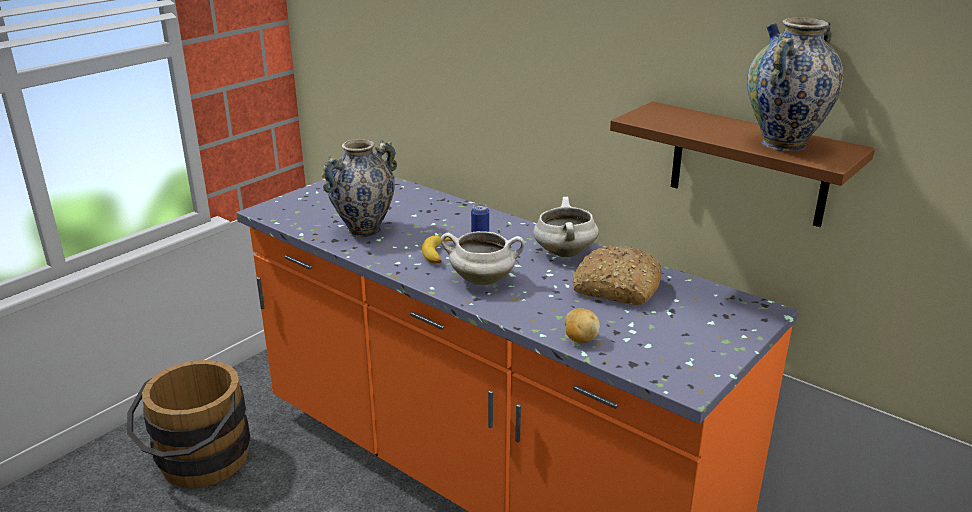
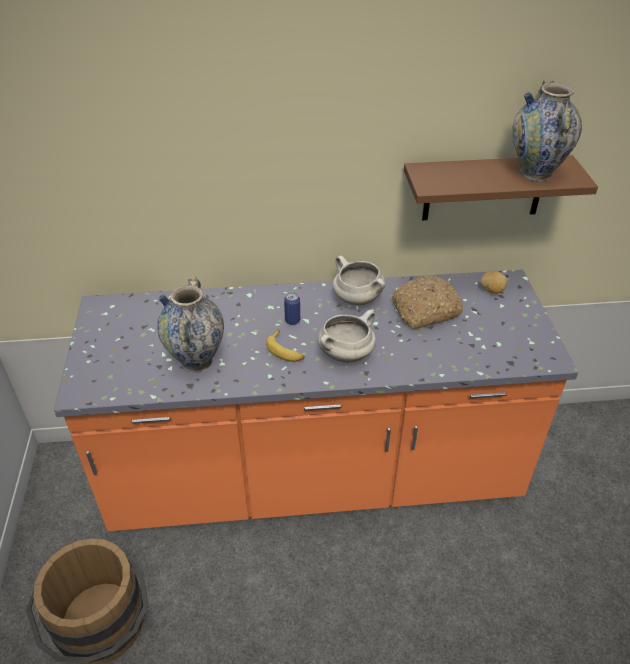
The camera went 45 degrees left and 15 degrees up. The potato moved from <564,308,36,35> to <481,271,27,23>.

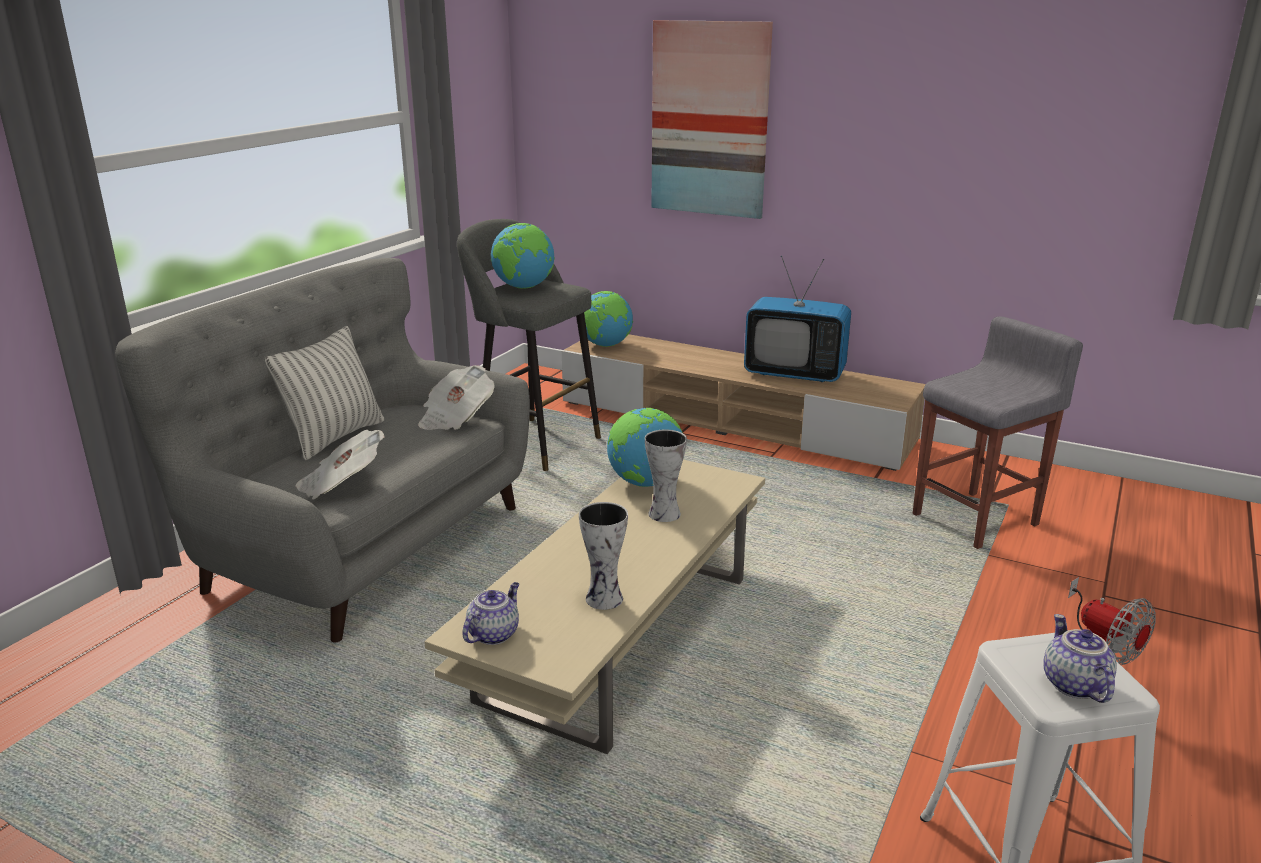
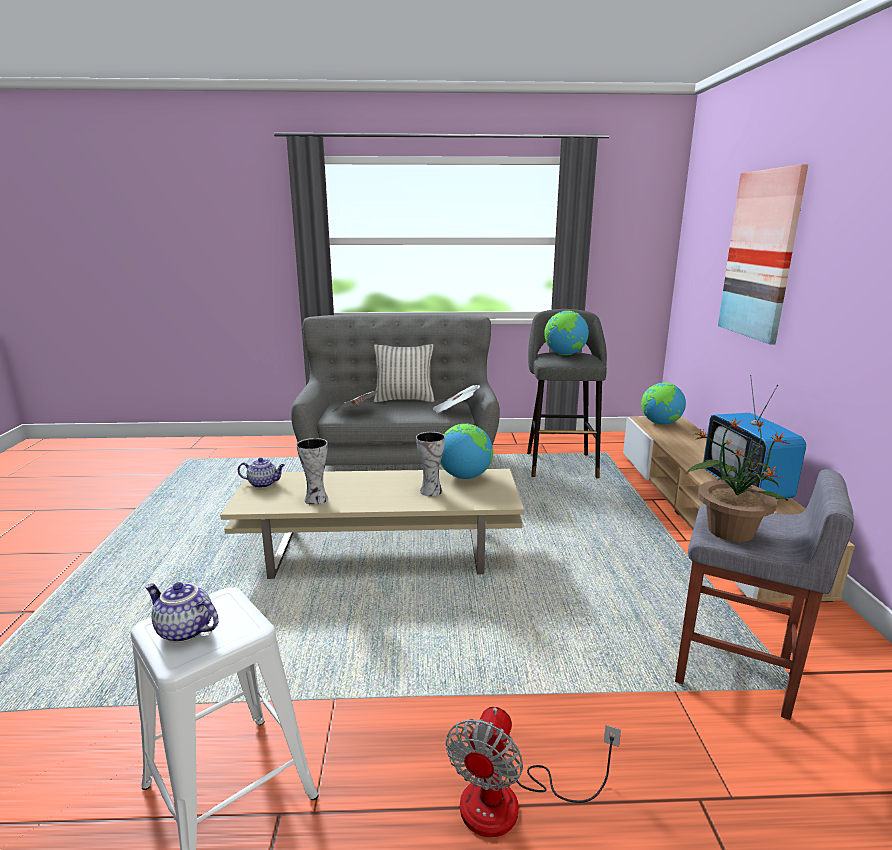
The camera went 60 degrees right and 5 degrees down. The teapot at <1043,614,74,89> turned 120 degrees counterclockwise. The potted plant at <687,417,103,125> appeared.

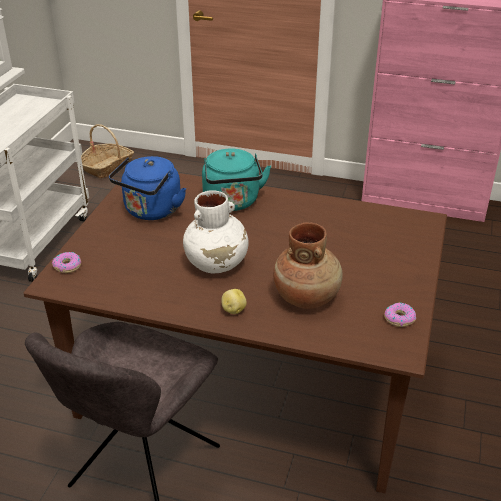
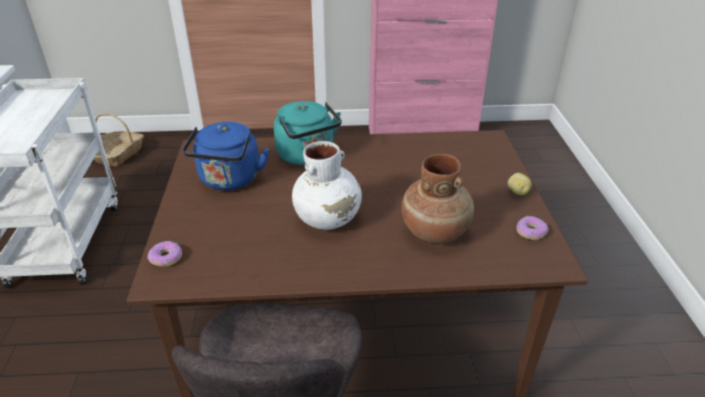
The camera went 20 degrees left and 0 degrees up. The potato moved from <222,289,25,25> to <508,173,24,22>.

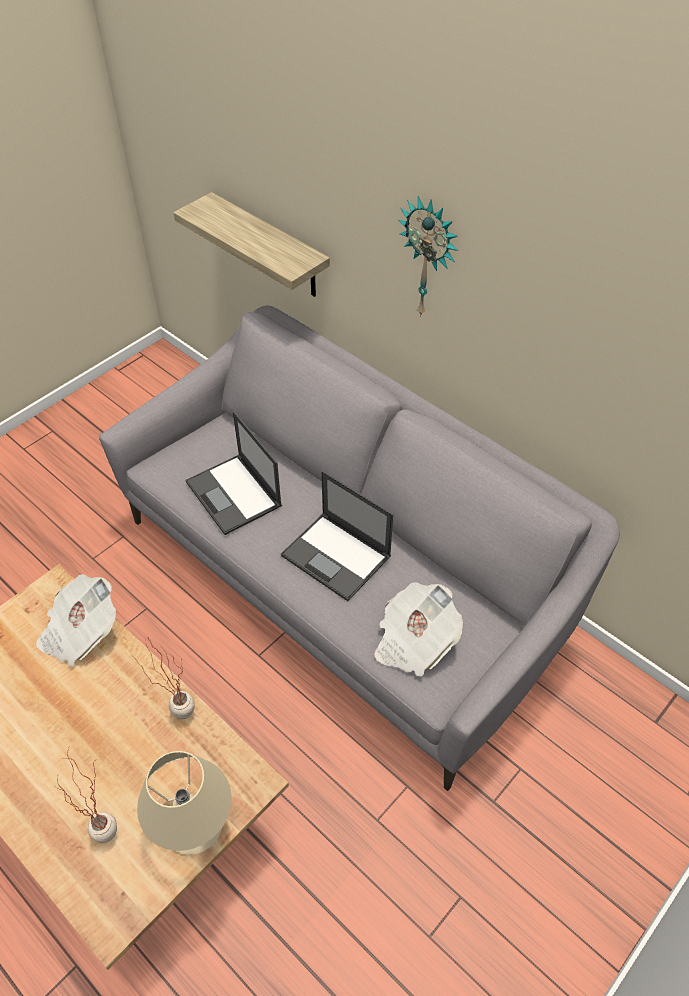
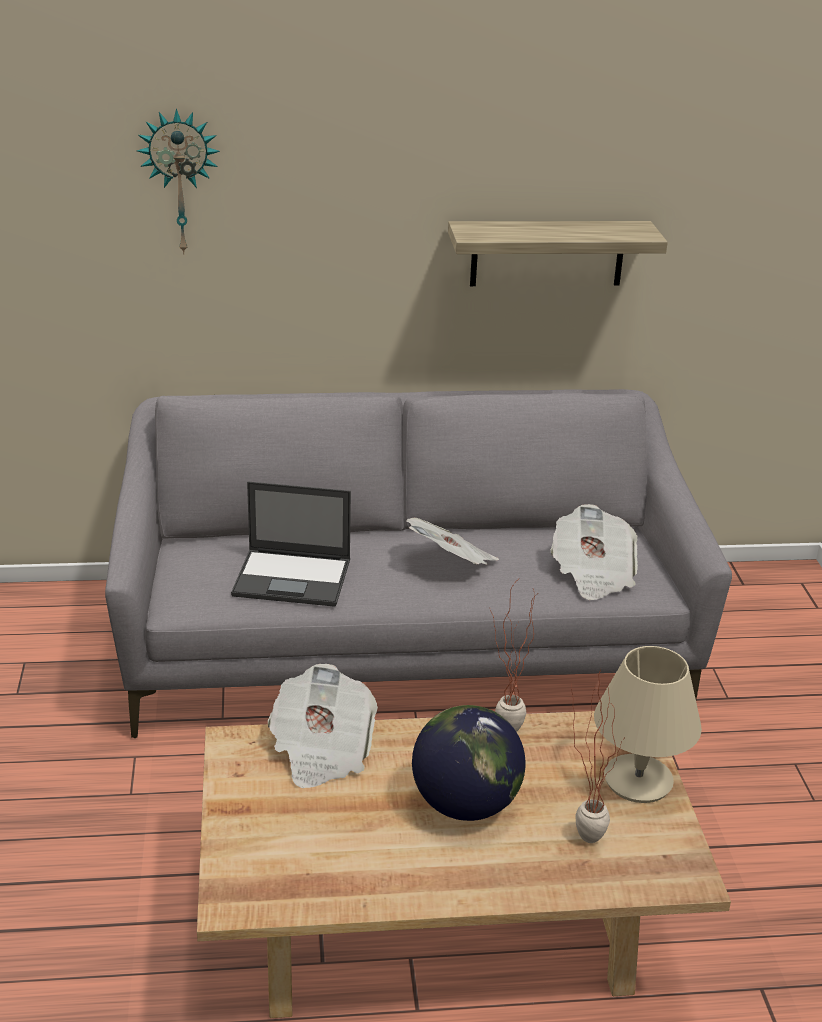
The camera went 50 degrees left and 20 degrees down. The wall clock moved from <398,196,61,121> to <137,108,83,147>. The laptop at <281,471,112,130> was replaced by the newspaper at <406,518,93,47>. The globe at <412,705,114,116> appeared. The shelf moved from <173,192,157,105> to <448,221,220,65>.

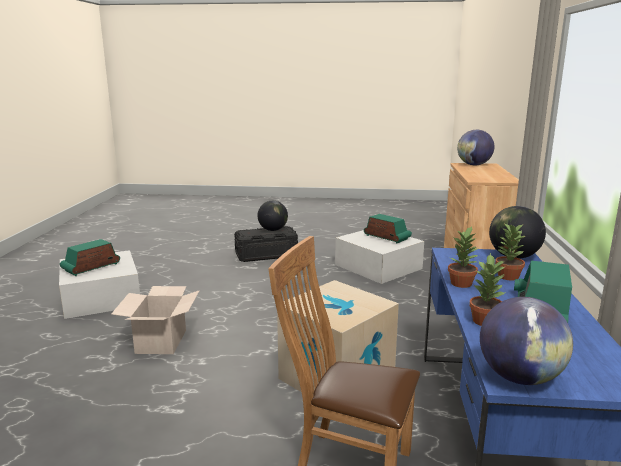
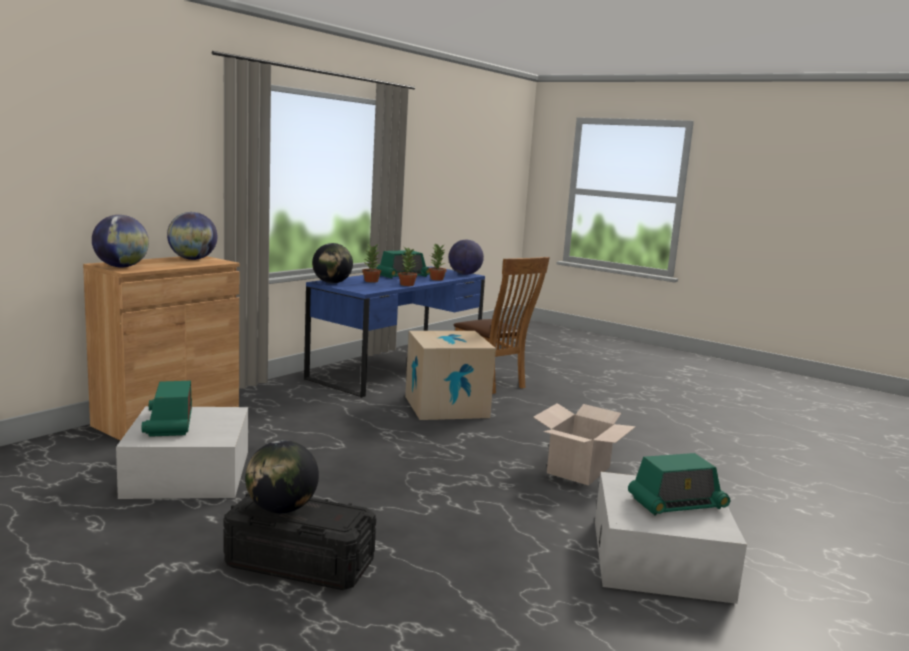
The camera went 150 degrees left and 5 degrees down. The globe at <167,212,50,48> appeared.

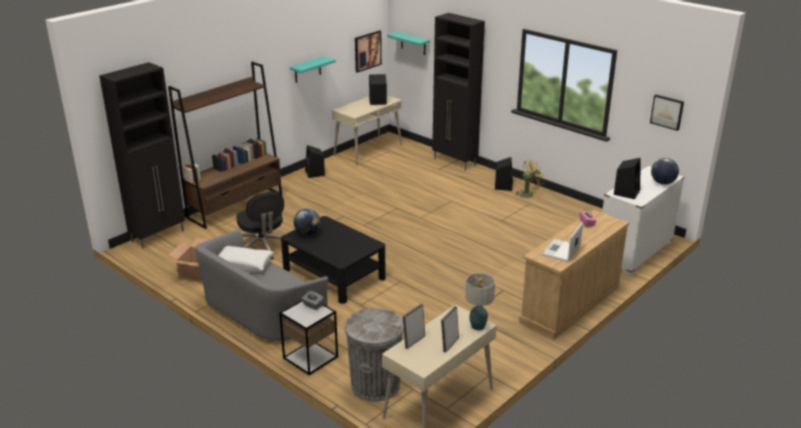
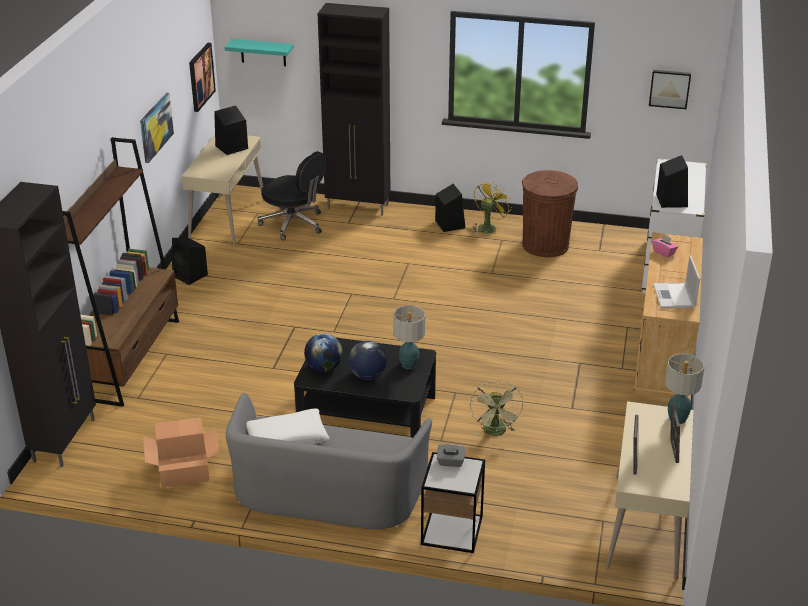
The camera went 30 degrees left and 5 degrees up. The turquoise shelf at <290,56,46,27> was replaced by the picture at <140,93,34,70>. The black office chair moved from <236,191,48,69> to <258,151,68,90>. The globe moved from <651,158,28,27> to <348,341,39,39>. The table lamp at <393,305,32,64> appeared. The green fan at <470,381,53,55> appeared. The brown trash can at <522,170,56,87> appeared. The grey trash can at <344,308,60,94> disappeared.

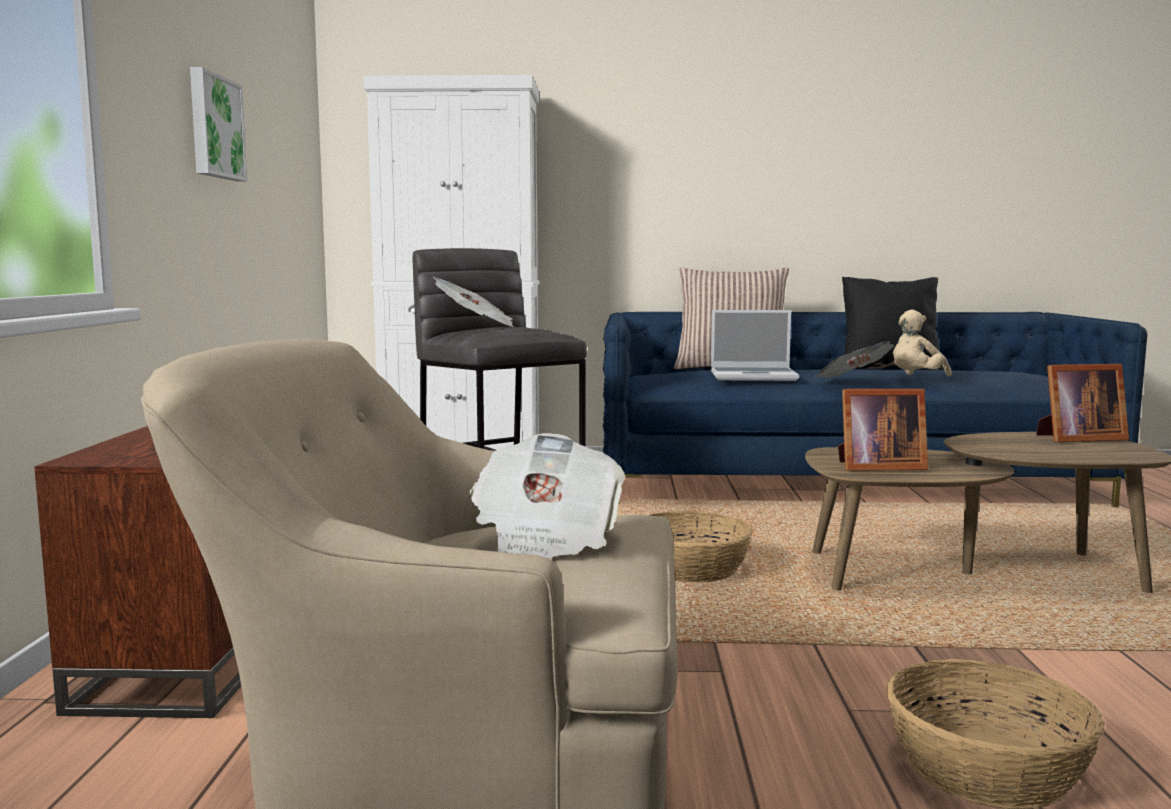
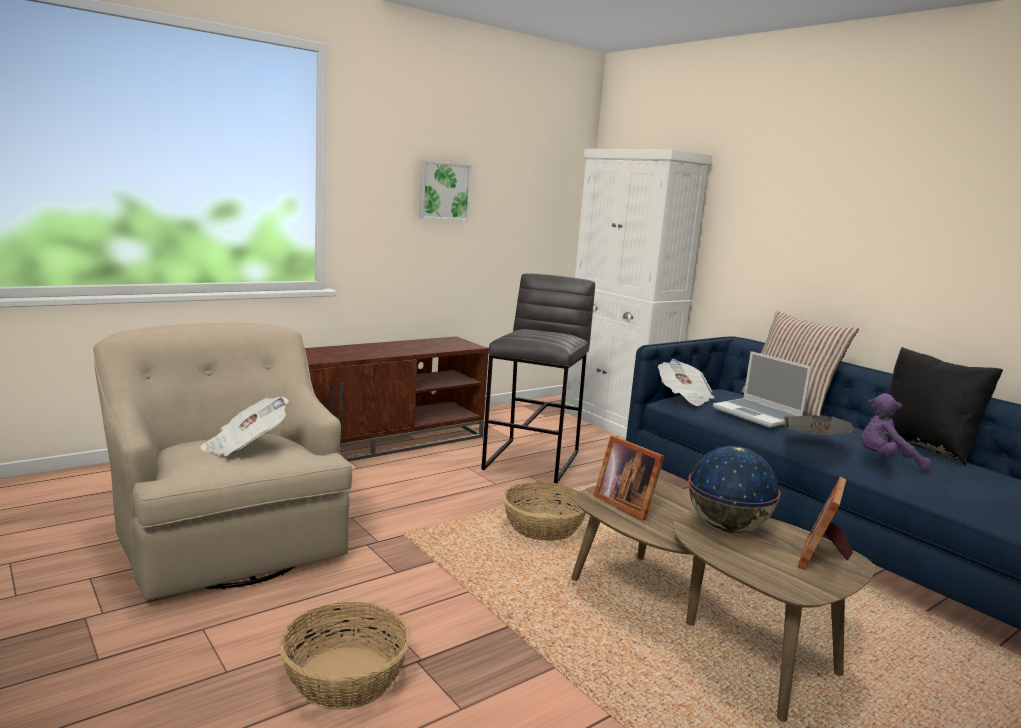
The camera went 50 degrees right and 5 degrees up. The newspaper moved from <433,277,81,50> to <658,359,57,47>. The globe at <688,446,93,87> appeared. The picture frame at <1036,364,93,78> turned 75 degrees clockwise. The beige plush toy at <893,310,59,67> became the purple plush toy at <861,393,70,78>.

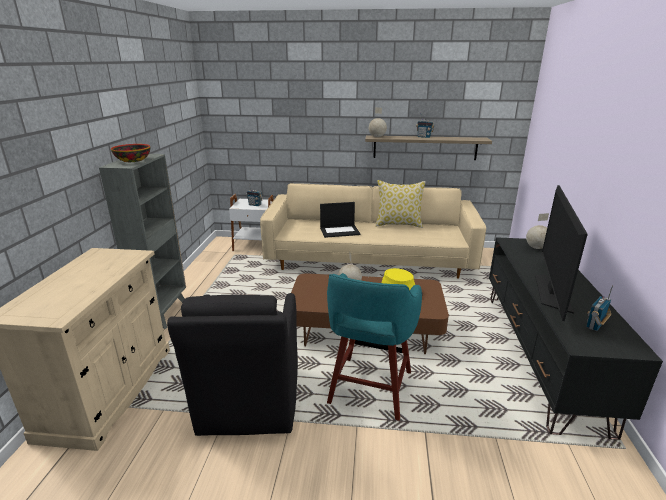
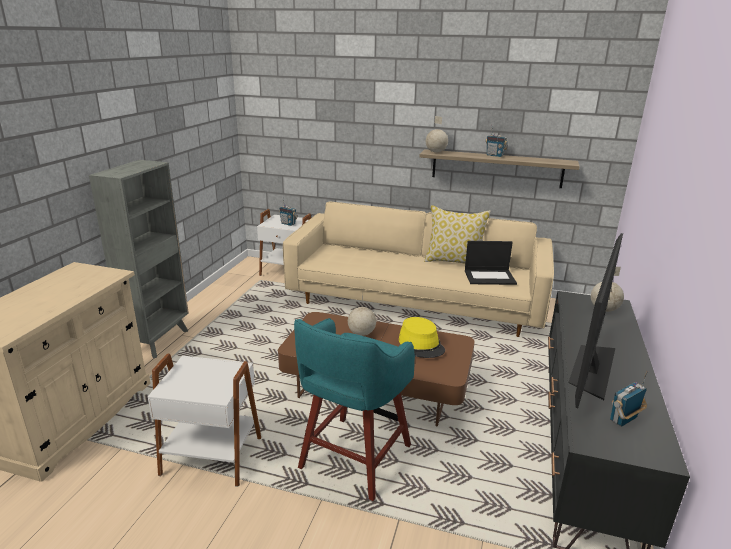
The camera went 10 degrees right and 0 degrees up. The black armchair at <167,293,131,143> was replaced by the white side table at <148,354,113,133>. The laptop moved from <320,202,40,36> to <465,241,52,44>. The bowl at <111,144,39,18> disappeared.

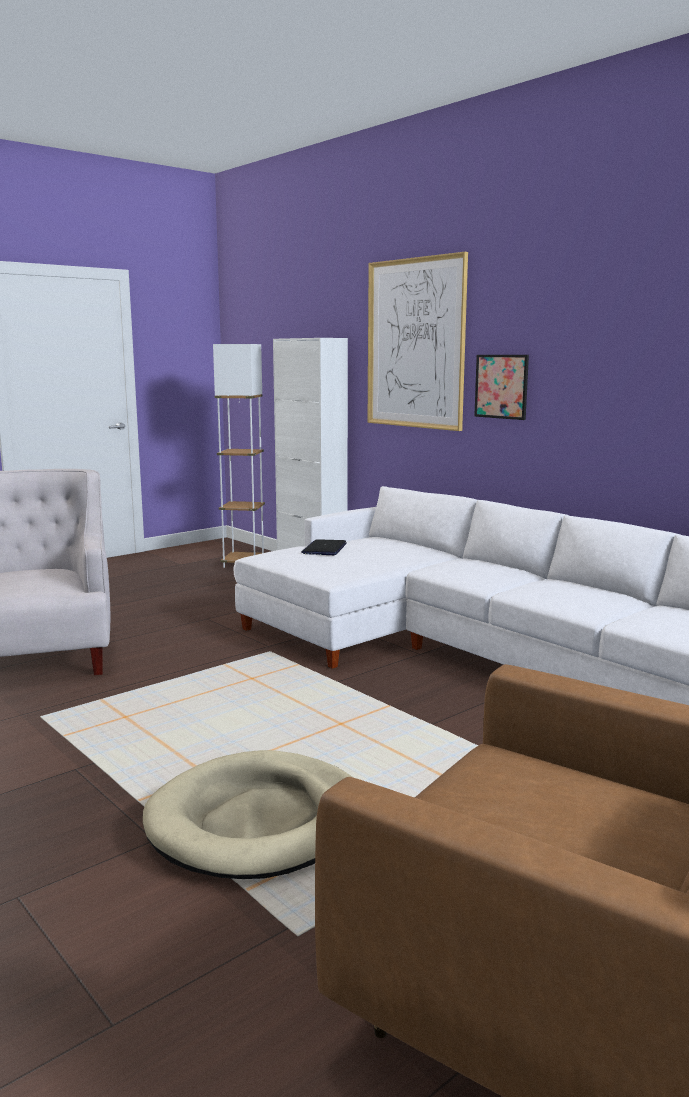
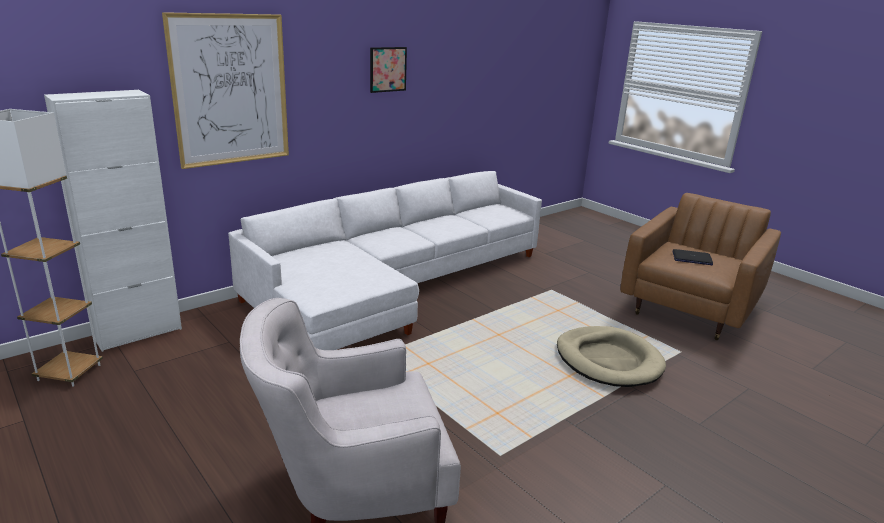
The camera went 90 degrees left and 10 degrees up. The picture moved from <474,355,55,65> to <370,47,37,46>. The laptop moved from <301,539,46,16> to <673,249,40,16>.

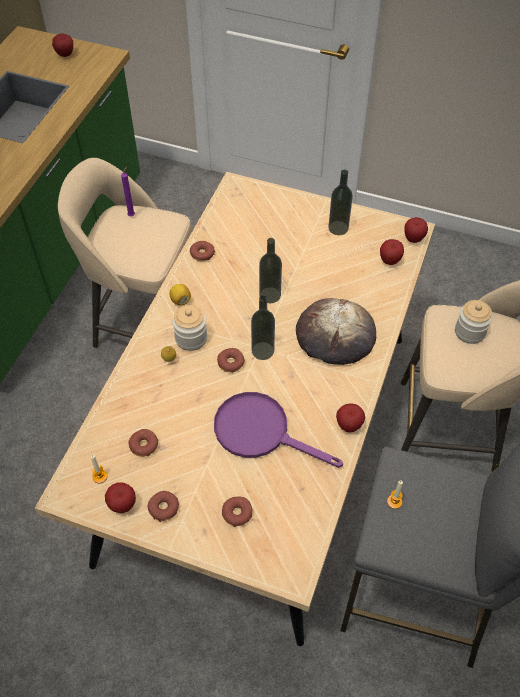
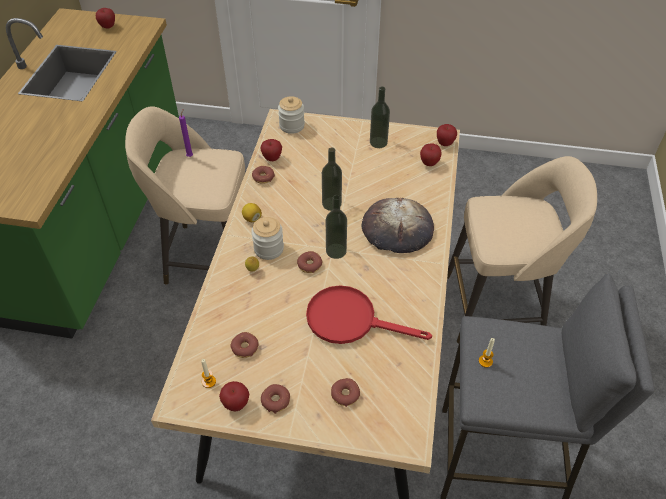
The camera went 10 degrees left and 5 degrees down. The apple moved from <336,403,29,30> to <260,139,22,22>. The jar moved from <455,300,38,44> to <278,96,27,38>. The purple frying pan at <214,392,129,76> became the red frying pan at <306,285,126,59>.

